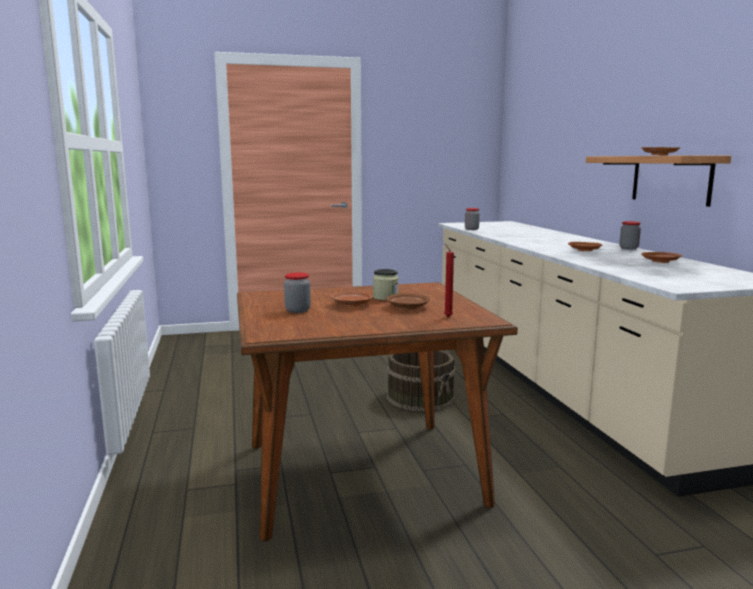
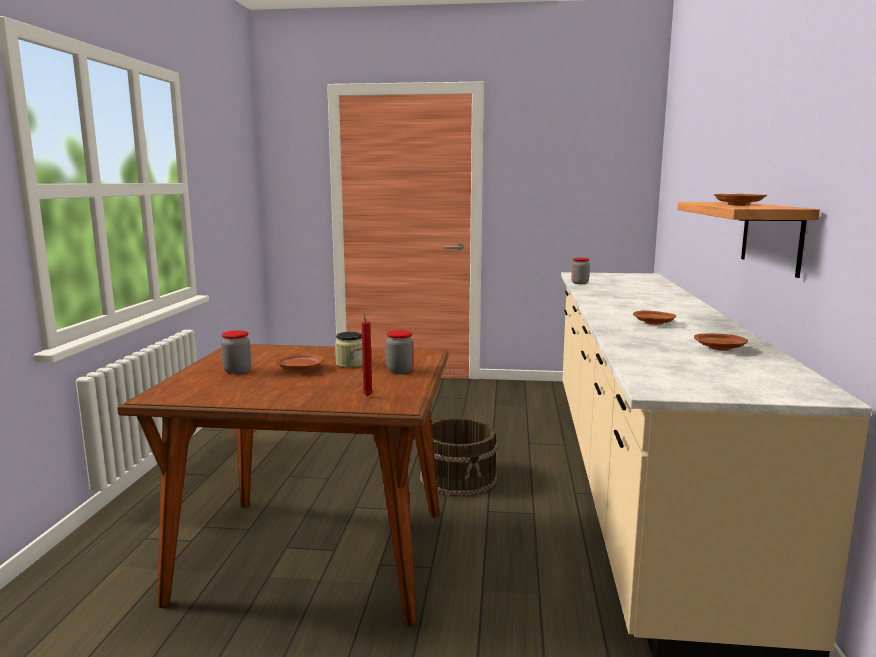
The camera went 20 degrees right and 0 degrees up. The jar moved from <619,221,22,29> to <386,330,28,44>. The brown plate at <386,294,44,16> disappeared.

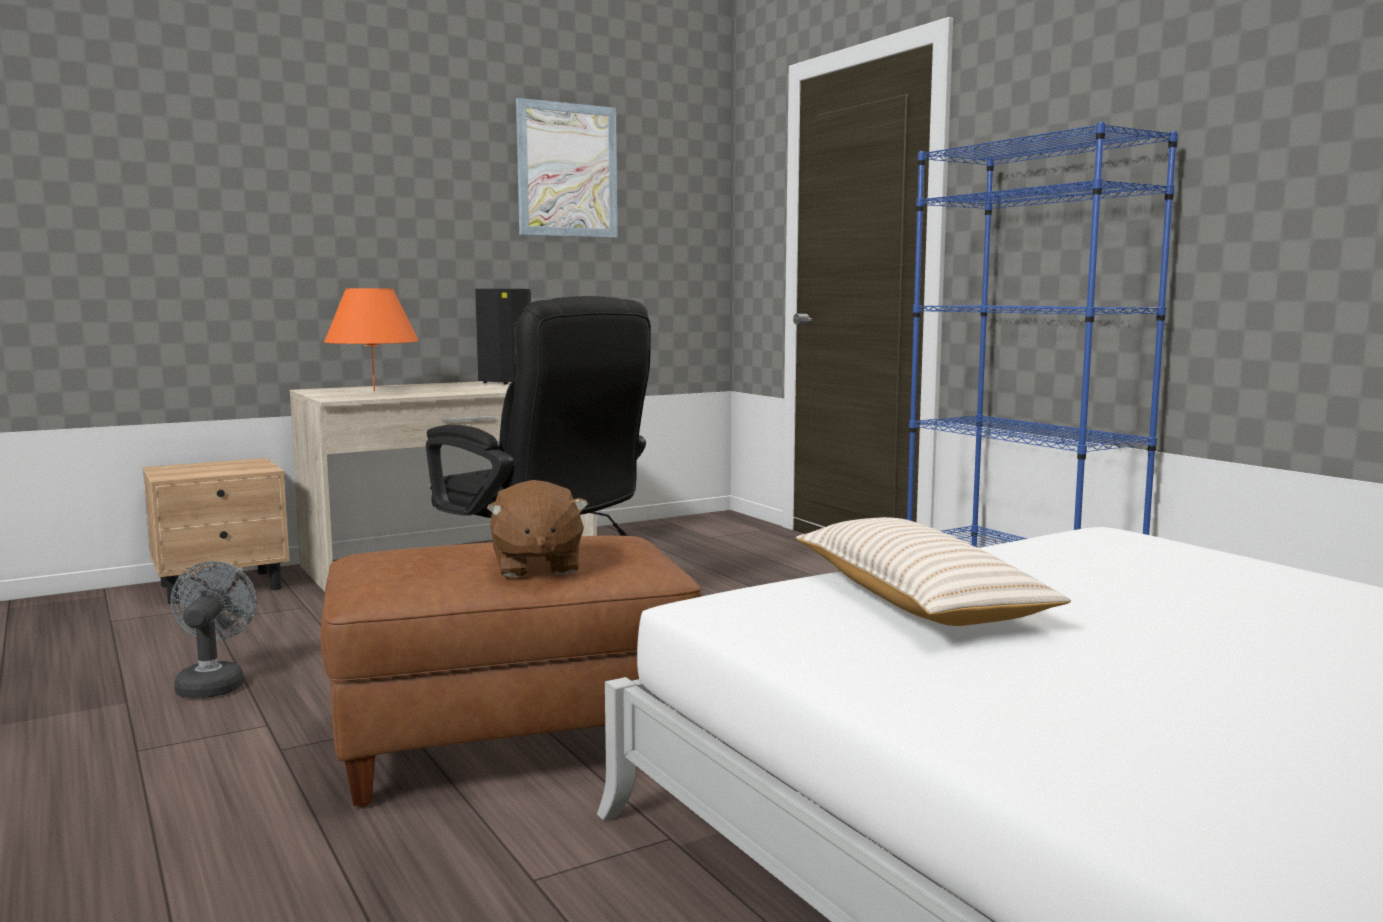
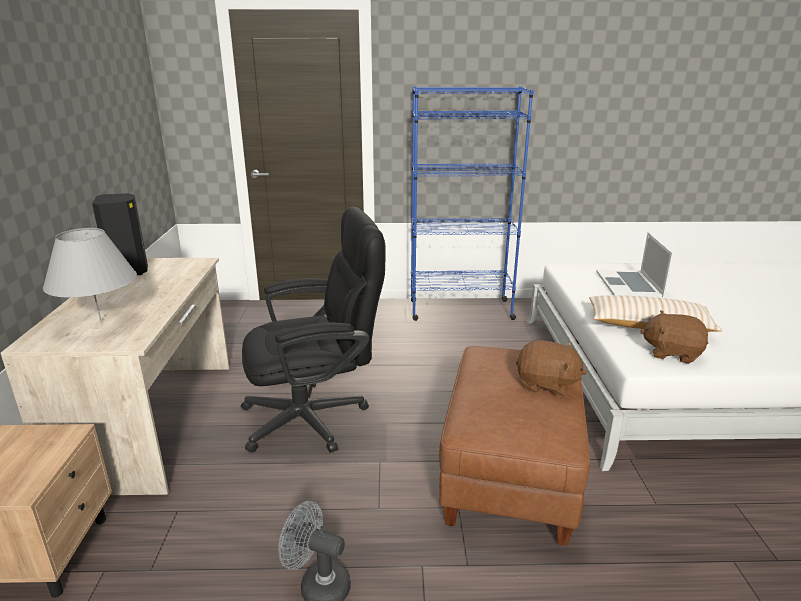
The camera went 60 degrees left and 15 degrees up. The orange table lamp at <324,288,95,104> became the grey table lamp at <43,228,94,94>. The laptop at <596,232,77,66> appeared. The brown plush toy at <640,310,68,54> appeared. The picture at <516,98,101,140> disappeared.

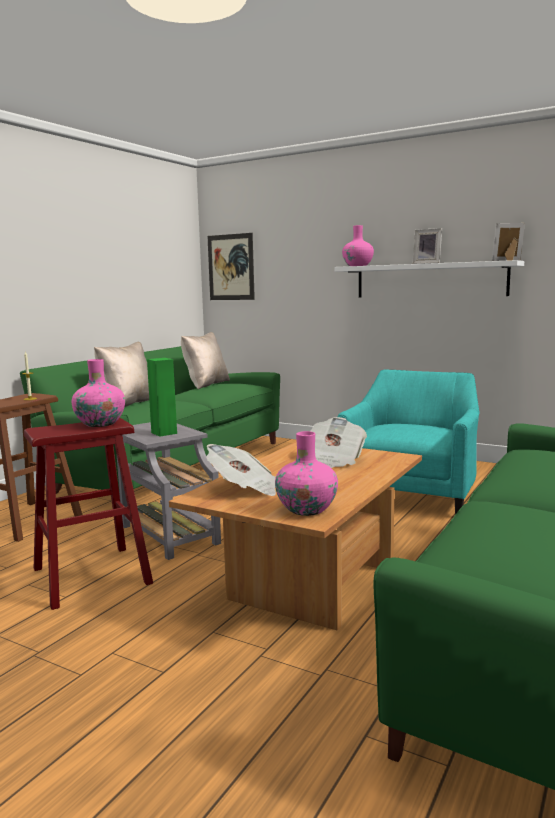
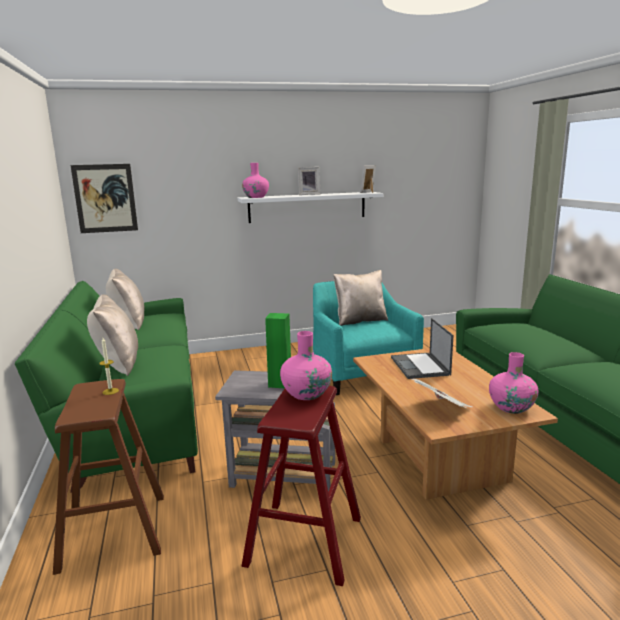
The camera went 45 degrees left and 5 degrees up. The beige pillow at <334,270,54,56> appeared. The newspaper at <310,417,57,51> was replaced by the laptop at <391,318,63,61>.

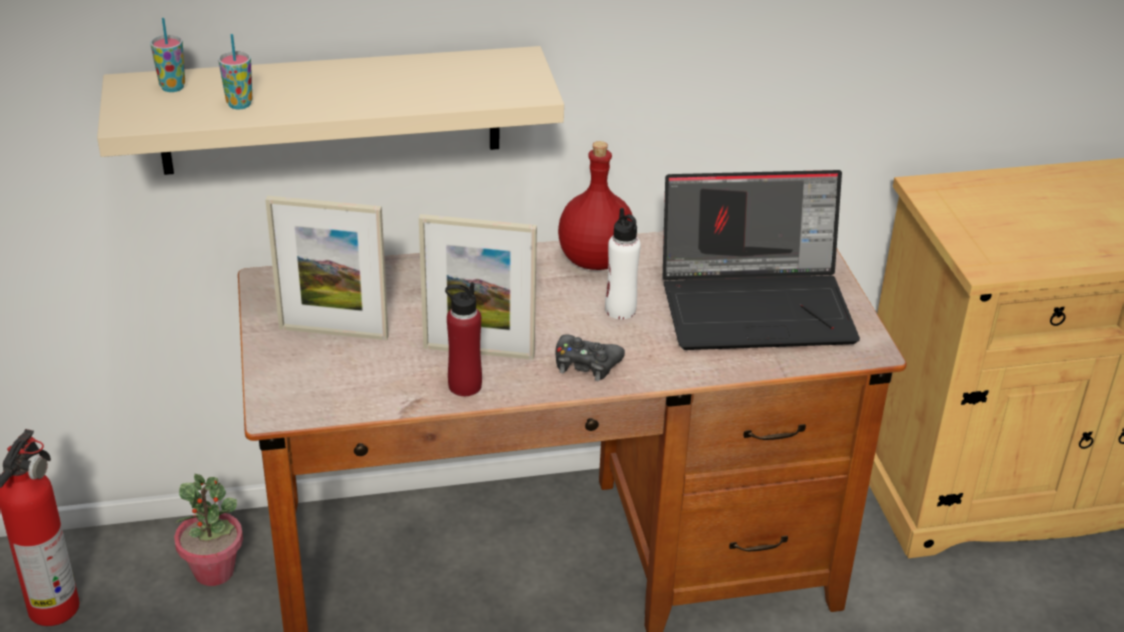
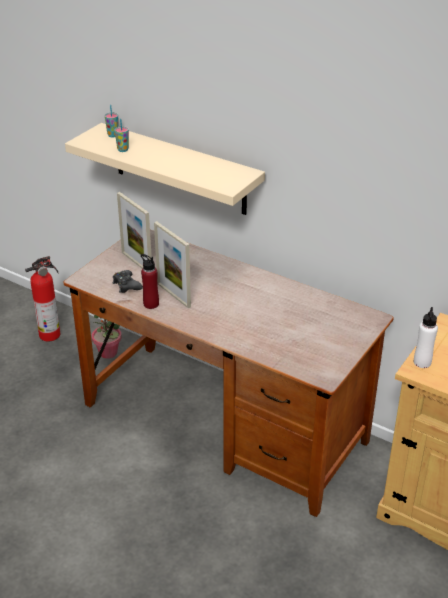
The camera went 45 degrees right and 0 degrees up. The black game controller moved from <556,334,69,47> to <113,270,30,23>. The white bottle moved from <605,208,36,111> to <414,307,24,61>. The red bottle at <558,141,75,129> disappeared. The laptop at <663,170,197,180> disappeared.

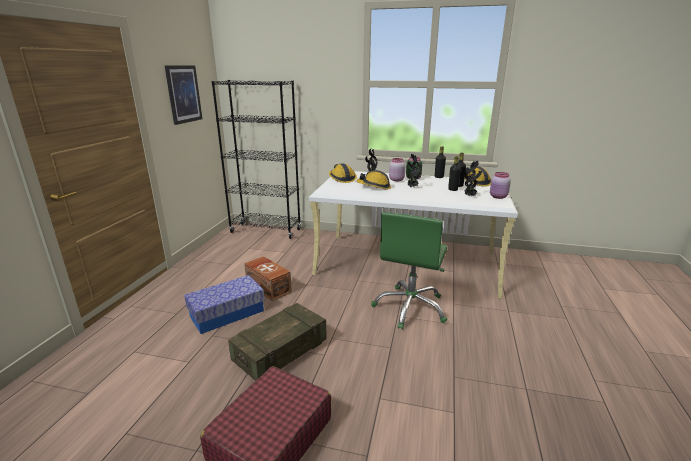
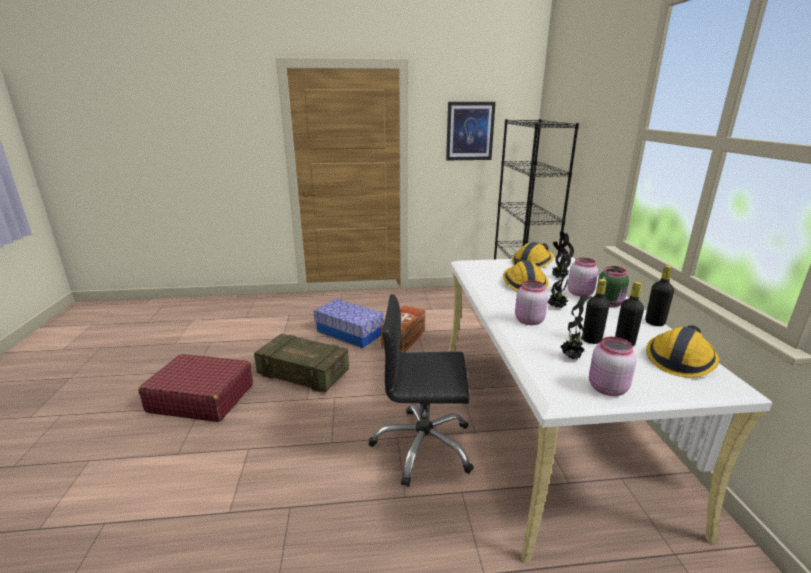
The camera went 70 degrees right and 0 degrees up. The green office chair at <371,212,77,117> became the black office chair at <368,294,106,193>. The pink jar at <515,280,33,45> appeared.

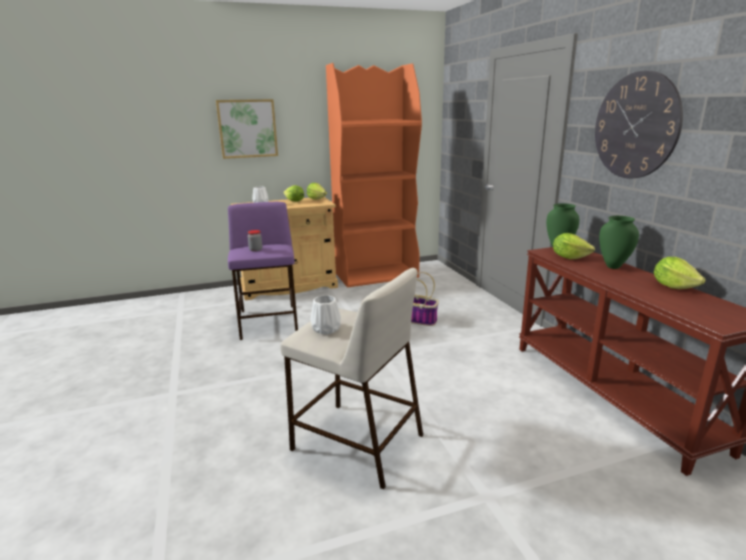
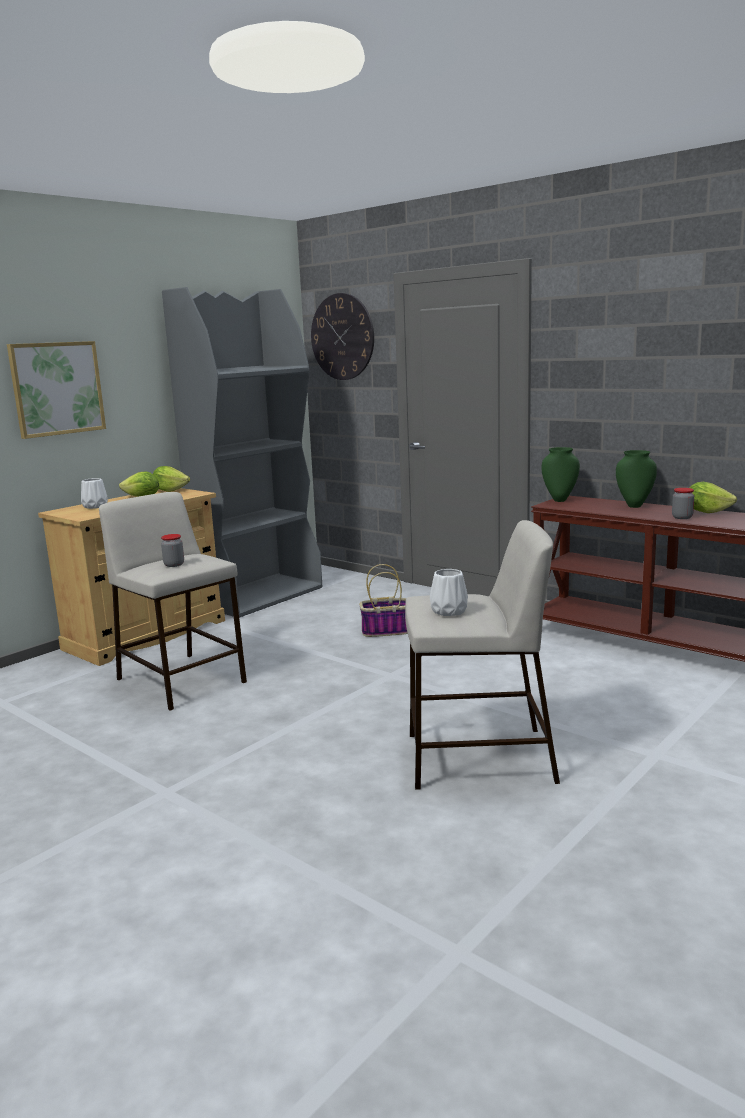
The camera went 30 degrees left and 5 degrees down. The purple stool at <228,201,70,139> became the beige stool at <99,492,148,219>. The orange bookcase at <326,63,96,225> became the grey bookcase at <162,287,161,331>. The wall clock moved from <595,71,88,108> to <311,293,63,87>. The jar at <672,488,22,31> appeared. The lettuce at <553,233,42,26> disappeared.

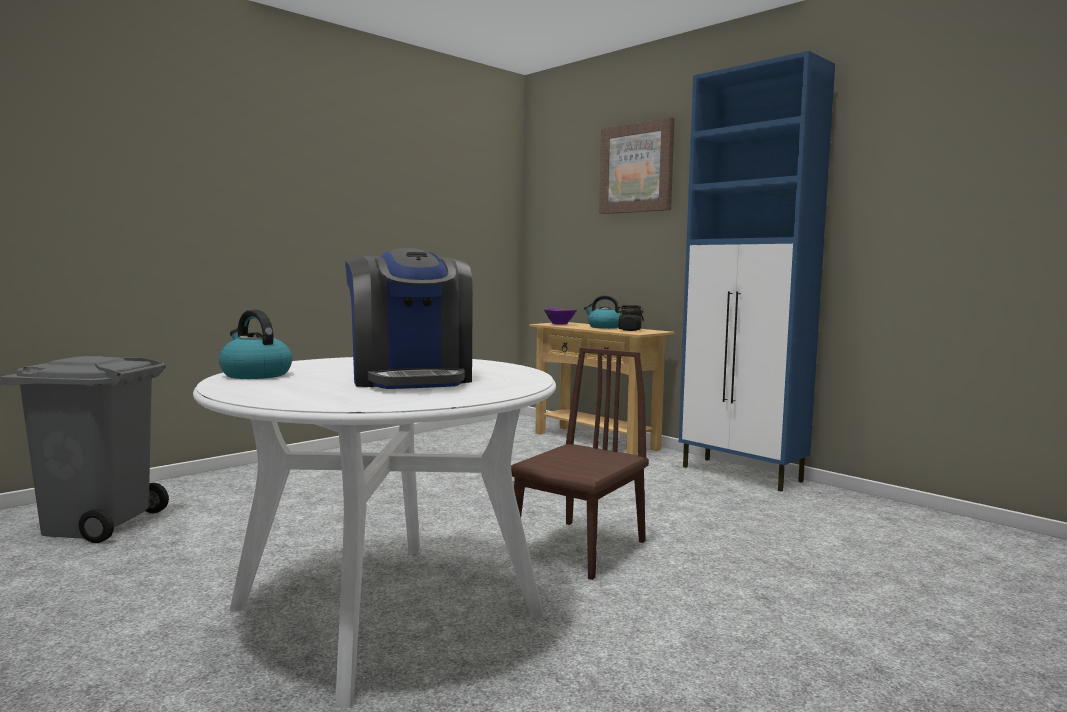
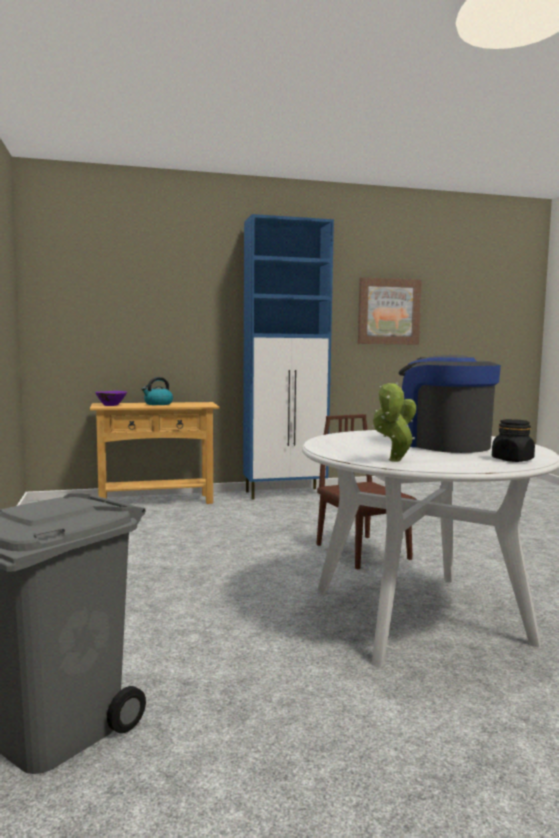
The camera went 60 degrees left and 0 degrees up. The picture moved from <599,117,76,97> to <358,277,64,67>. The kettle at <219,310,73,69> was replaced by the potted plant at <373,382,43,80>. The coffee machine at <345,248,128,141> turned 135 degrees counterclockwise. The black jar moved from <616,305,28,26> to <492,419,43,43>.

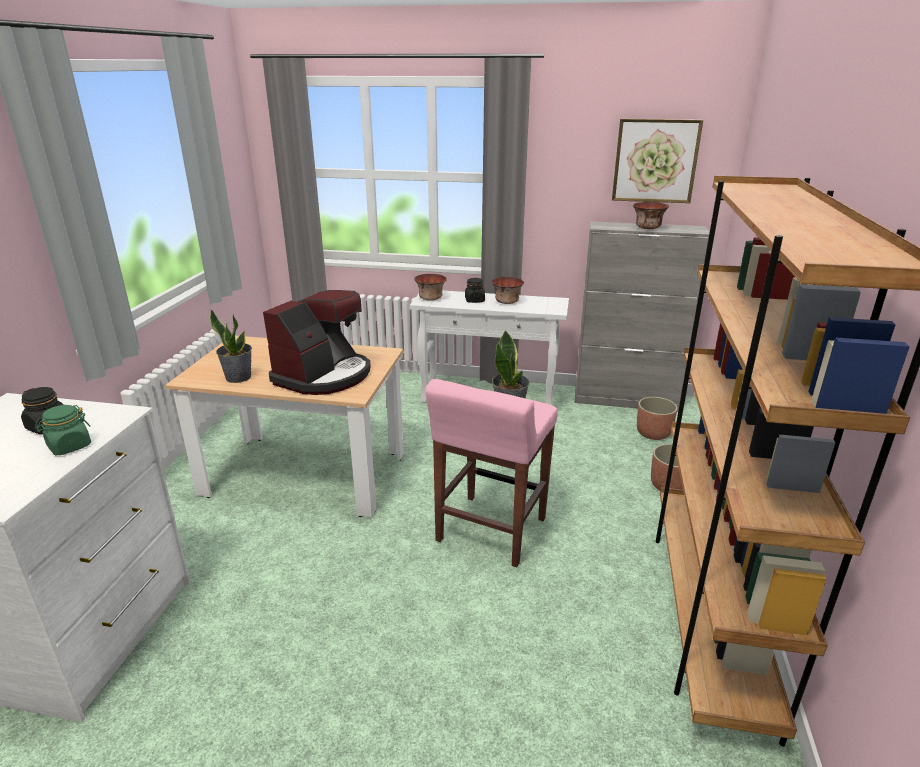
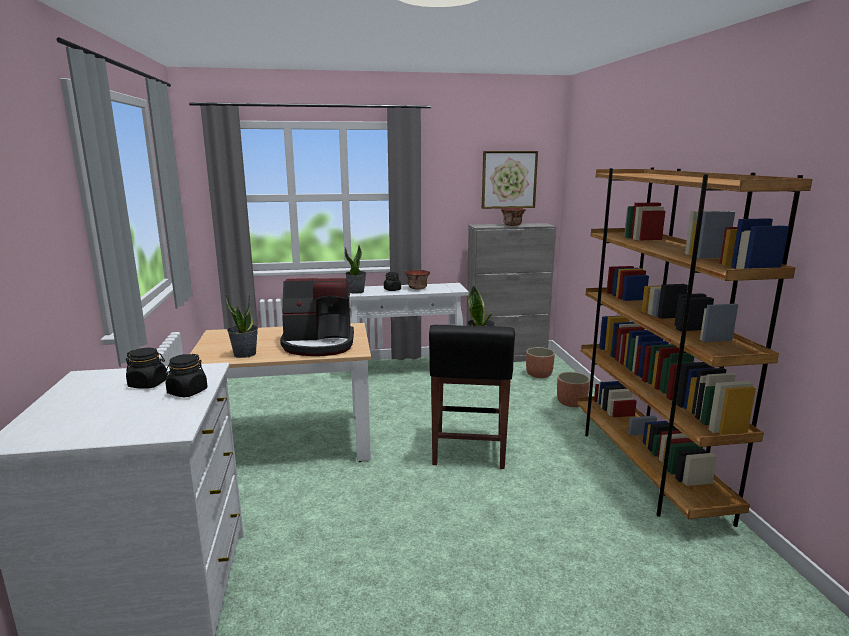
The camera went 20 degrees left and 10 degrees down. The green jar at <35,405,56,50> became the black jar at <165,354,43,43>. The coffee machine at <263,290,108,105> turned 75 degrees clockwise. The bowl at <414,274,33,27> was replaced by the potted plant at <345,245,21,49>. The pink stool at <425,379,133,188> became the black stool at <429,325,86,144>.

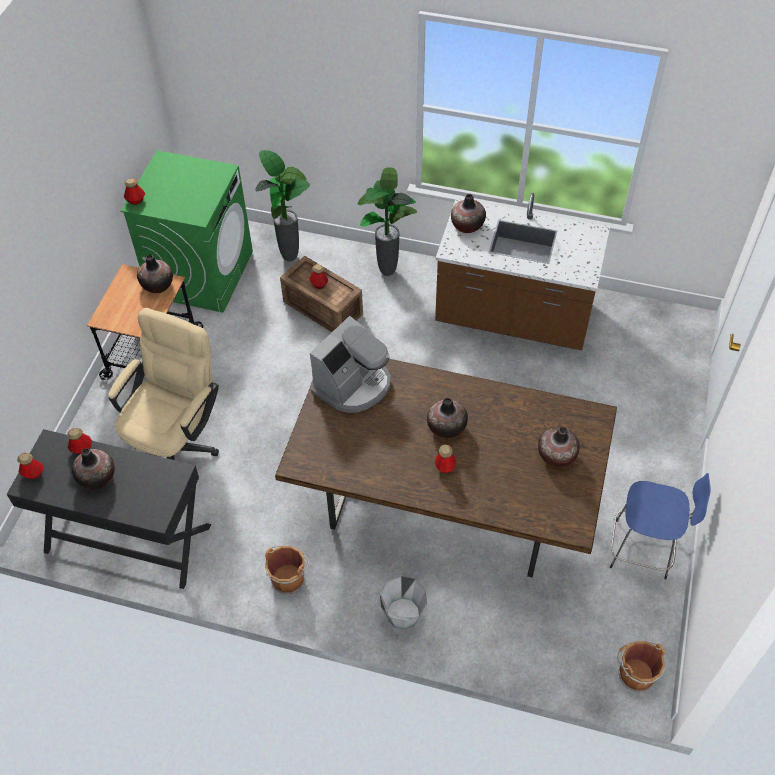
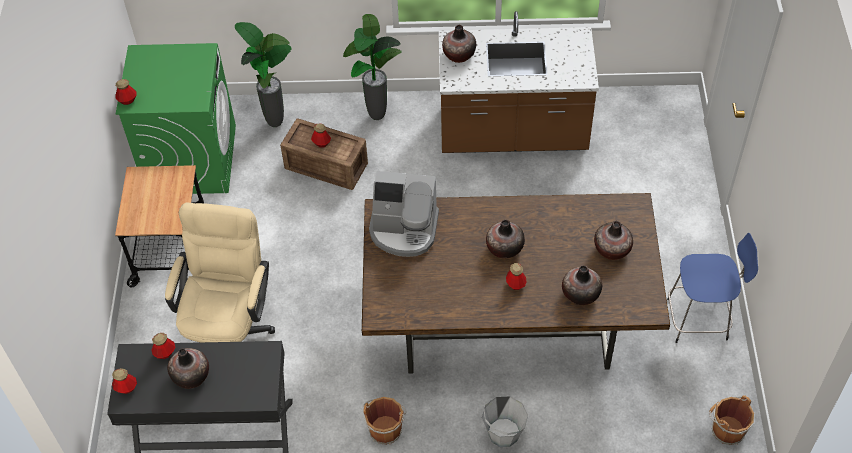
The camera went 15 degrees left and 0 degrees up. The coffee machine at <310,316,81,97> turned 75 degrees clockwise. The vase moved from <137,255,36,38> to <562,266,40,39>.

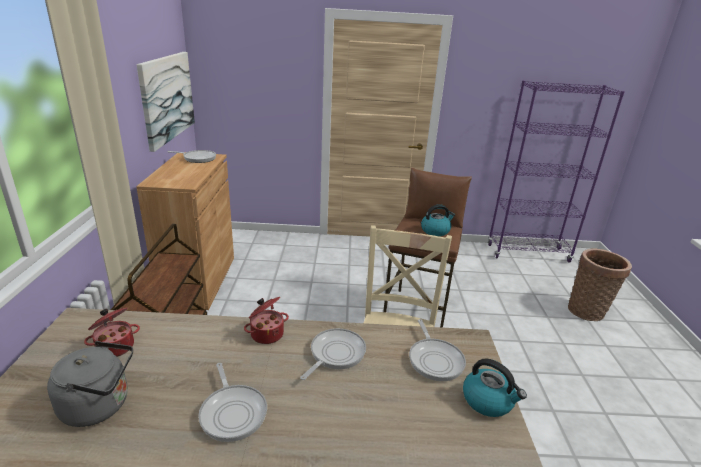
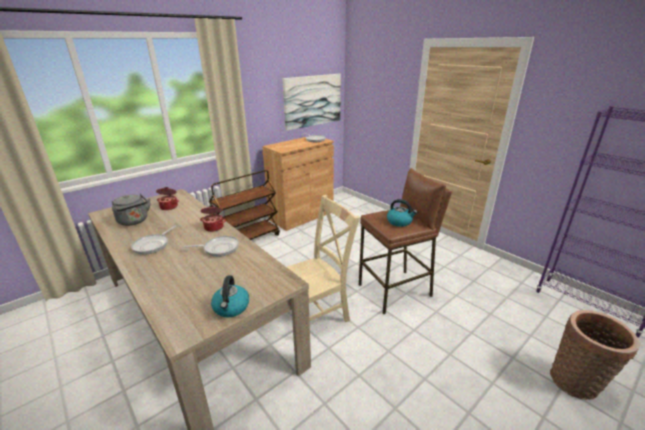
The camera went 50 degrees right and 0 degrees up. The frying pan at <409,319,57,62> disappeared.

